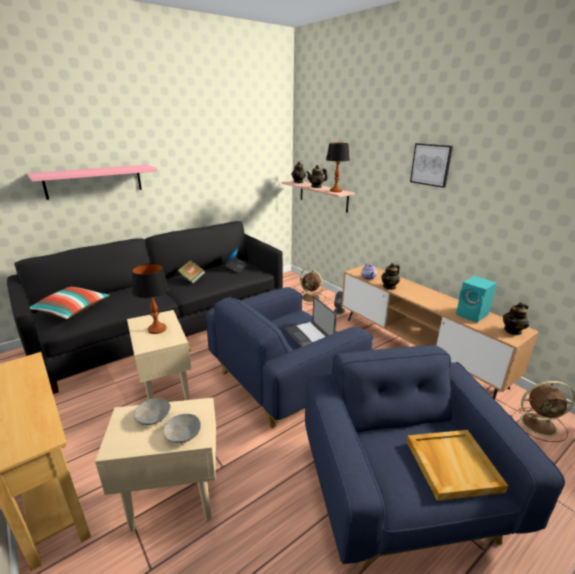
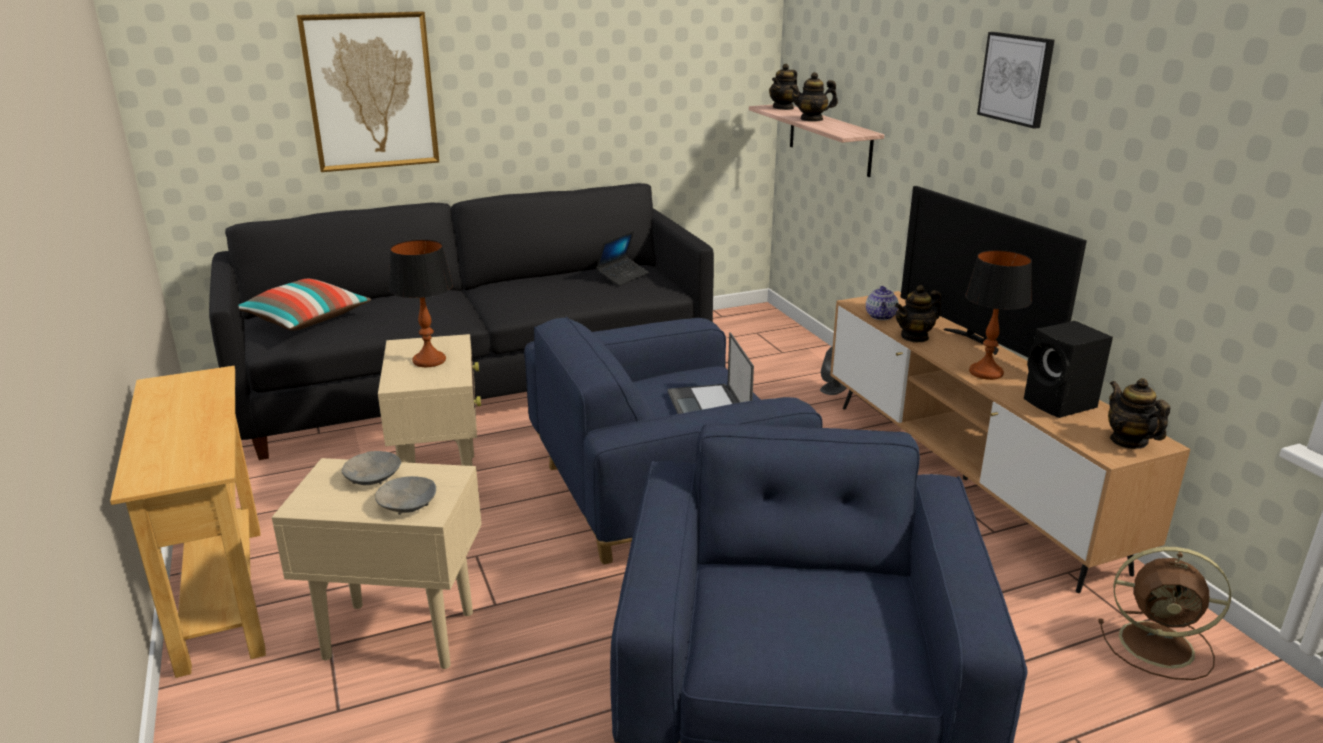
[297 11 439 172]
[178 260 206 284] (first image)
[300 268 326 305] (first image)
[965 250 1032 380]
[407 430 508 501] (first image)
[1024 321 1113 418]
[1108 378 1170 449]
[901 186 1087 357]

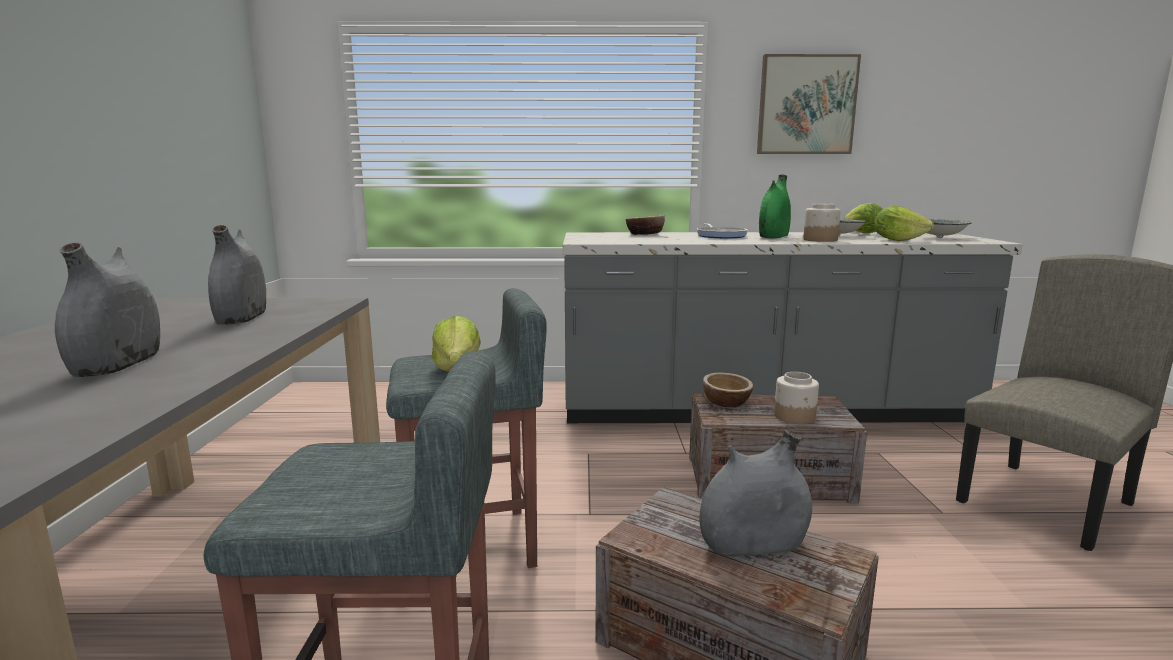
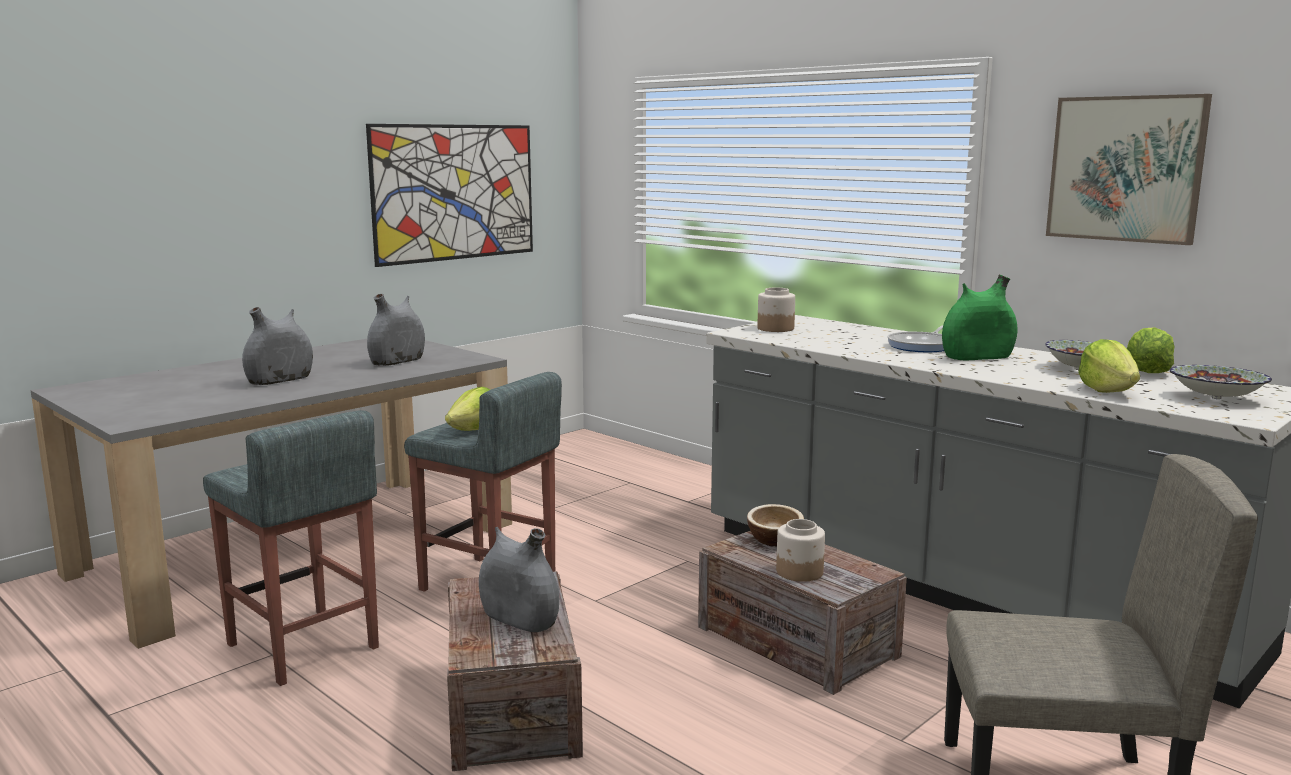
[626 215 665 235] (first image)
[757 288 795 332]
[366 124 533 267]

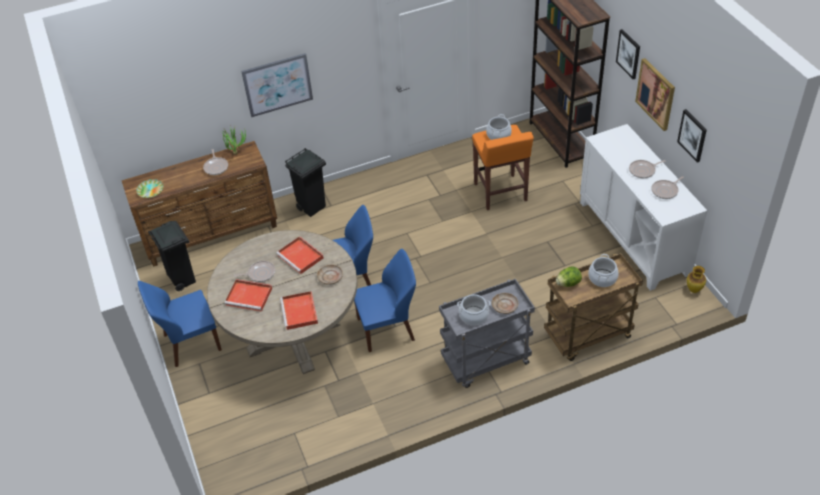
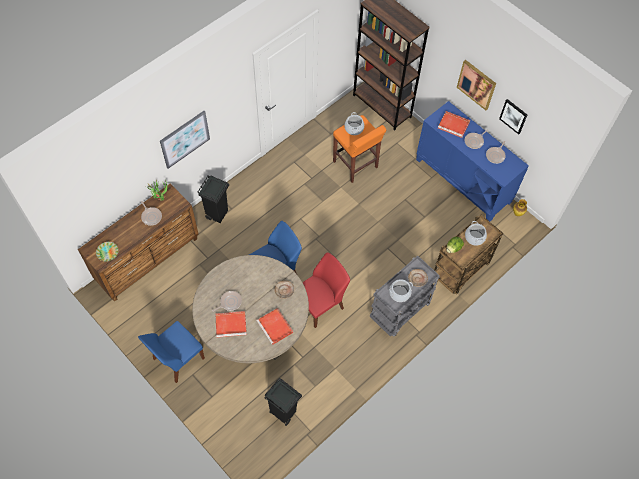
[265 378 302 426]
[438 111 470 138]
[303 252 350 328]
[416 101 529 222]
[616 29 640 79] (first image)

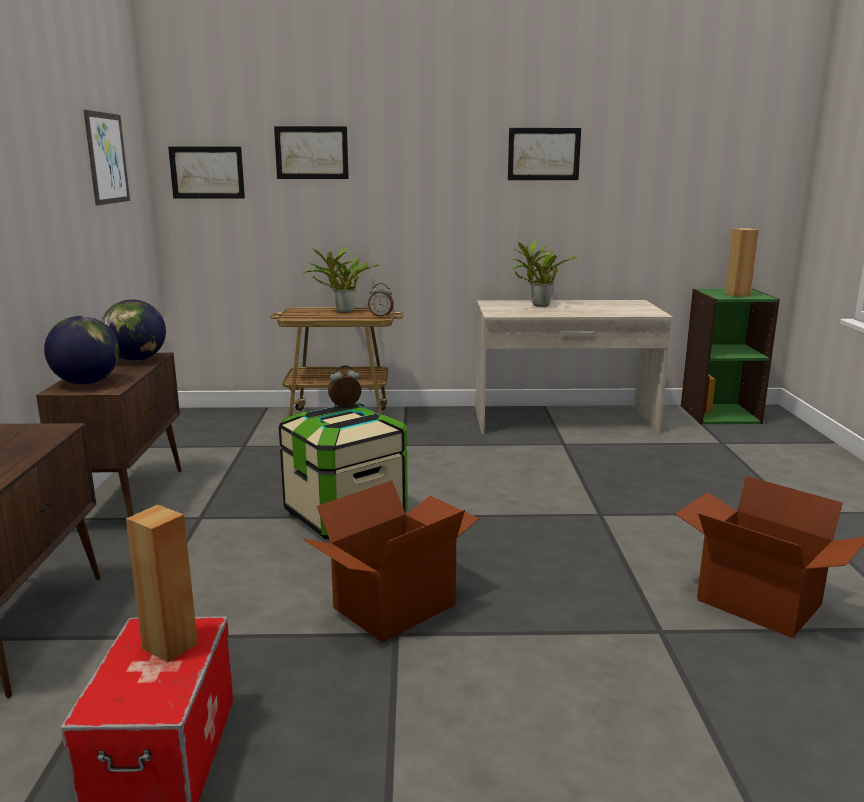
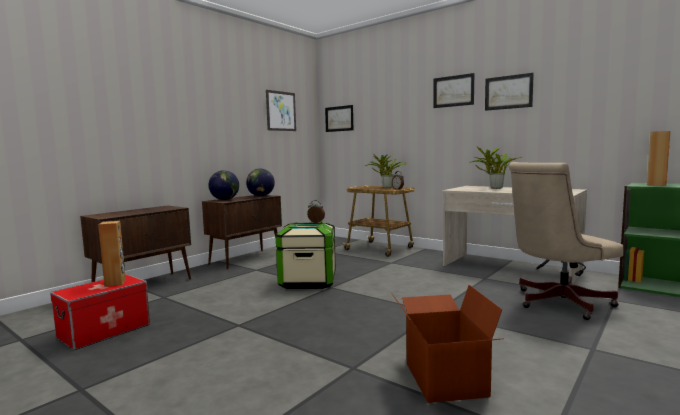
[433 73 474 108]
[303 480 479 643] (first image)
[509 162 624 320]

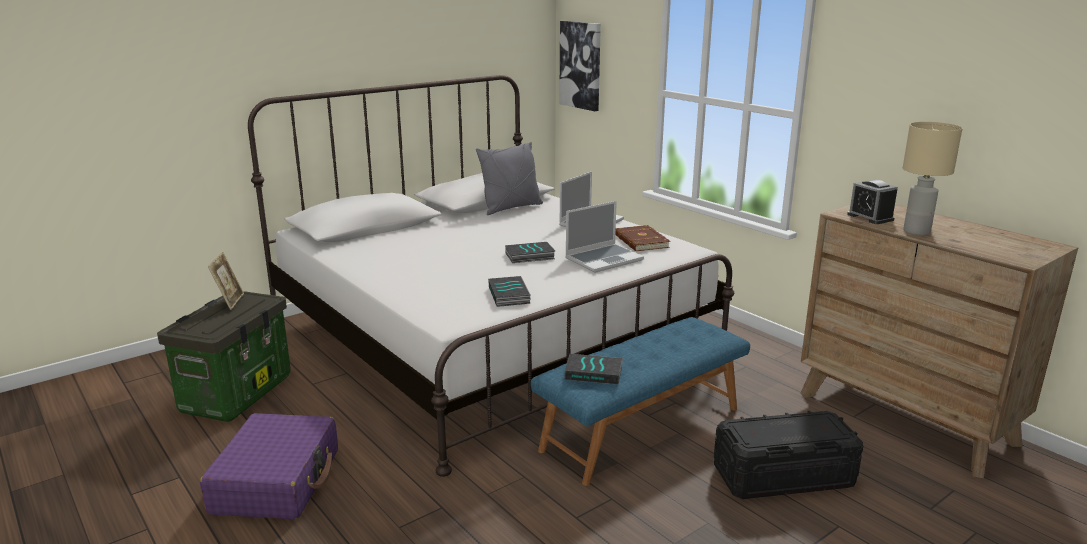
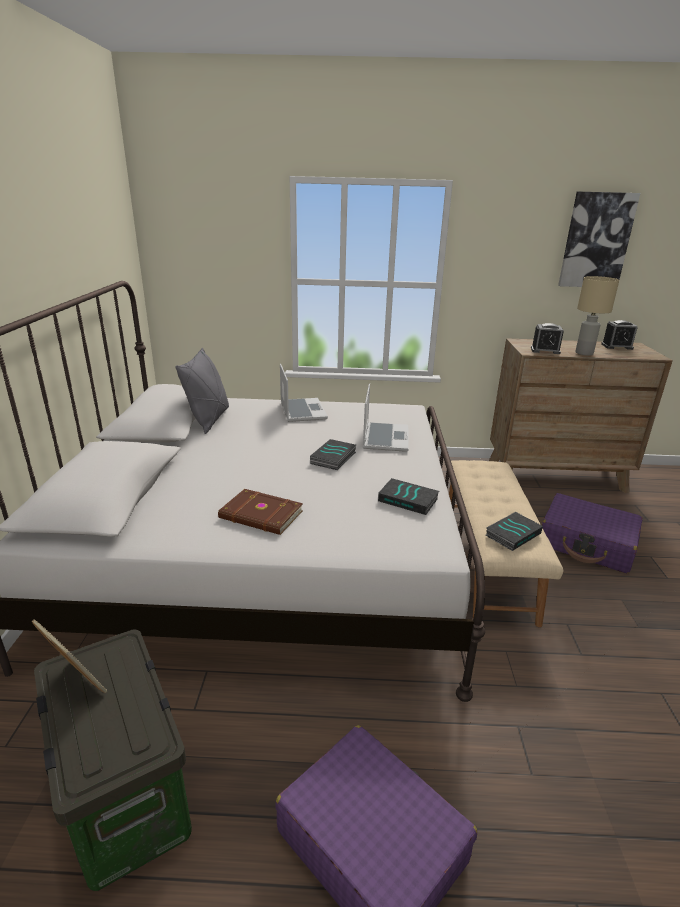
[449 460 563 627]
[558 192 640 287]
[218 489 303 535]
[542 493 643 573]
[601 320 638 350]

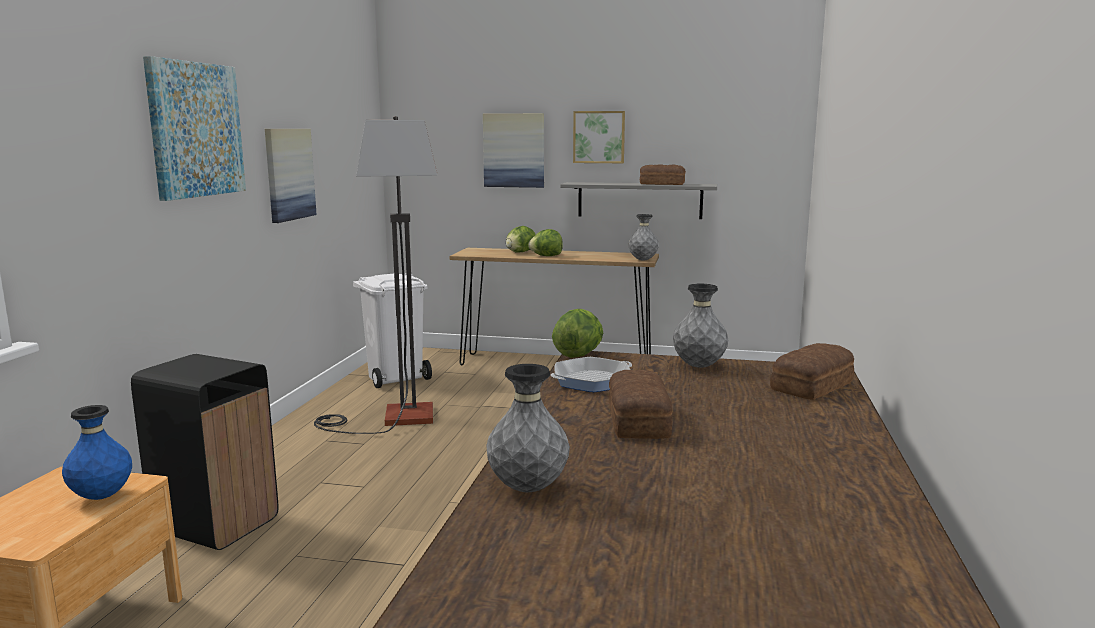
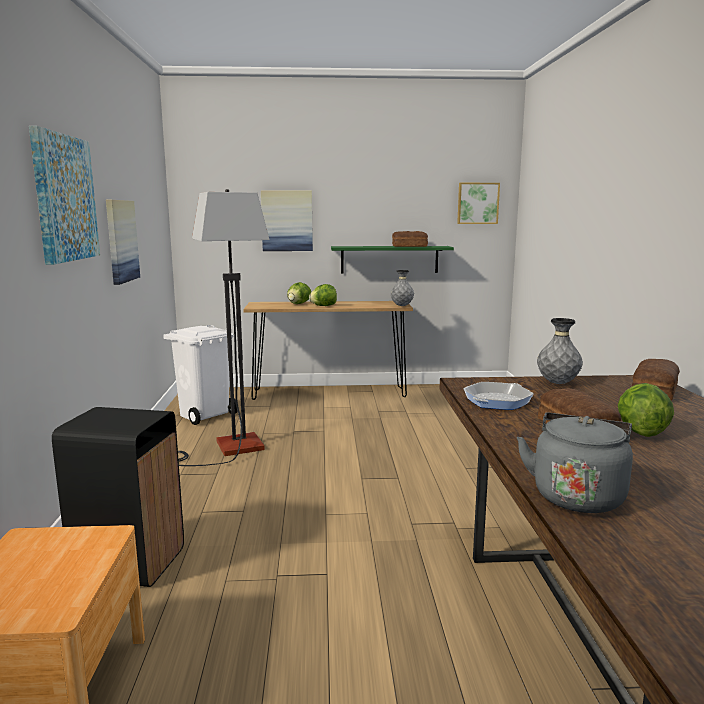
[62 405 132 500] (first image)
[517 412 633 513]
[618 383 674 437]
[331 246 454 274]
[457 183 500 224]

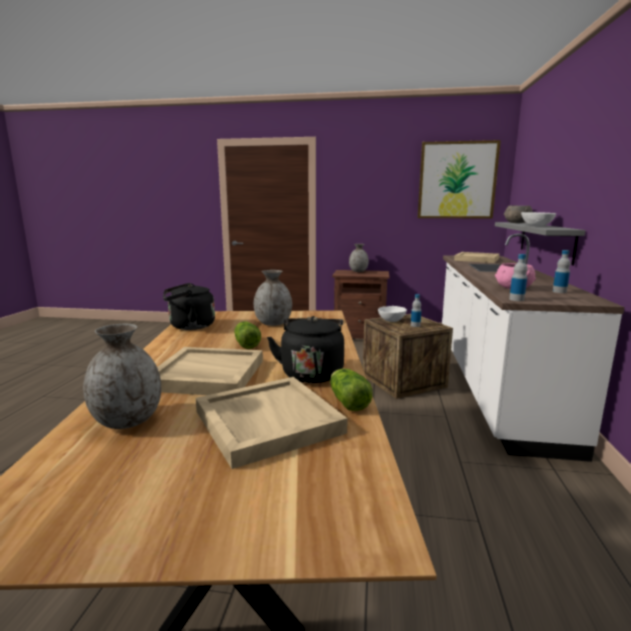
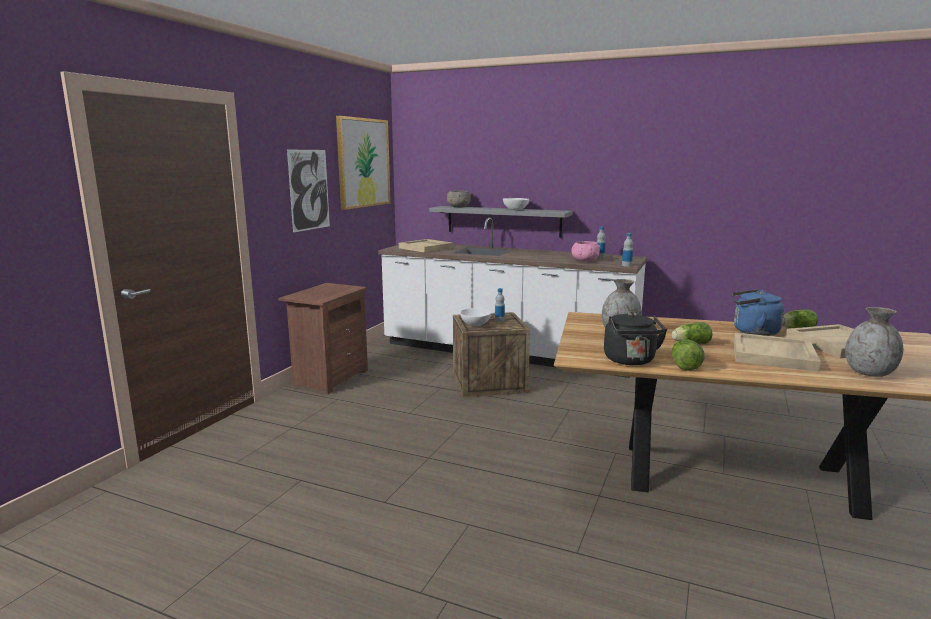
[732 289 784 336]
[349 244 369 272] (first image)
[287 149 330 233]
[671 339 705 370]

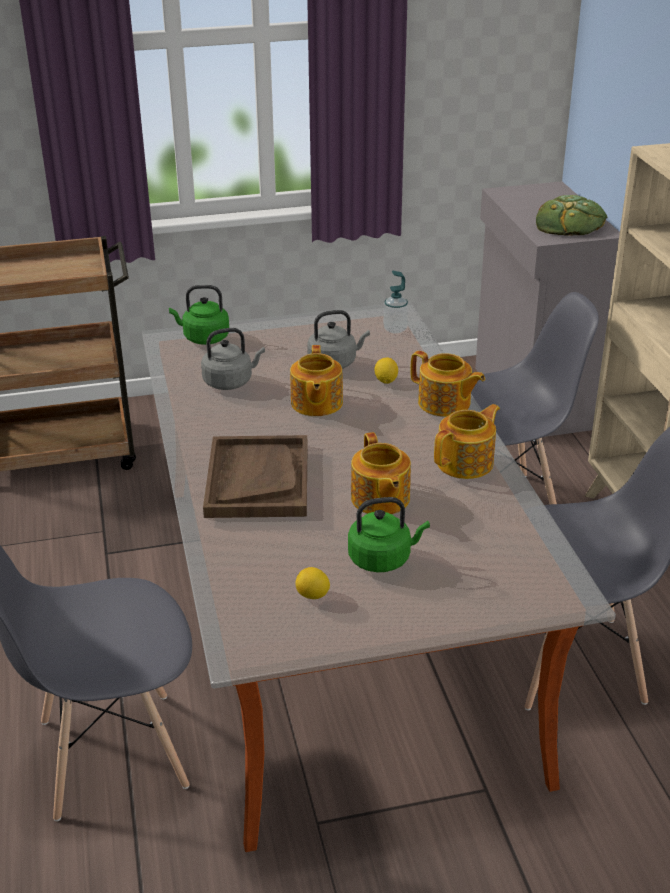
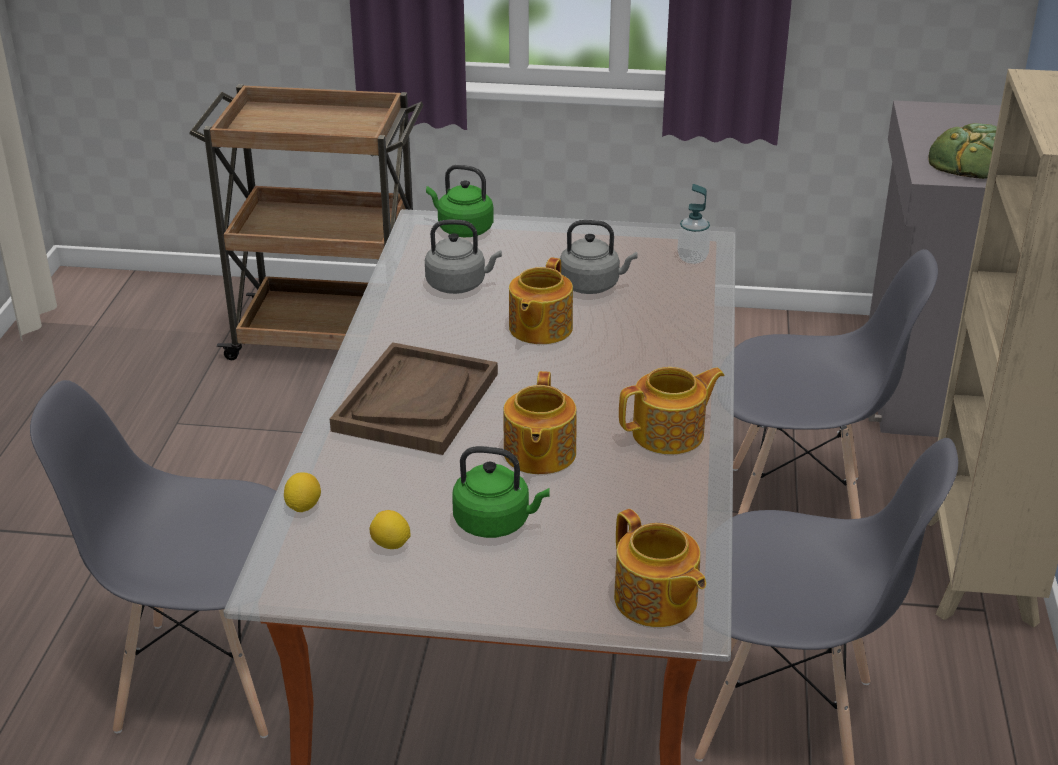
[284 472 321 512]
[614 509 706 627]

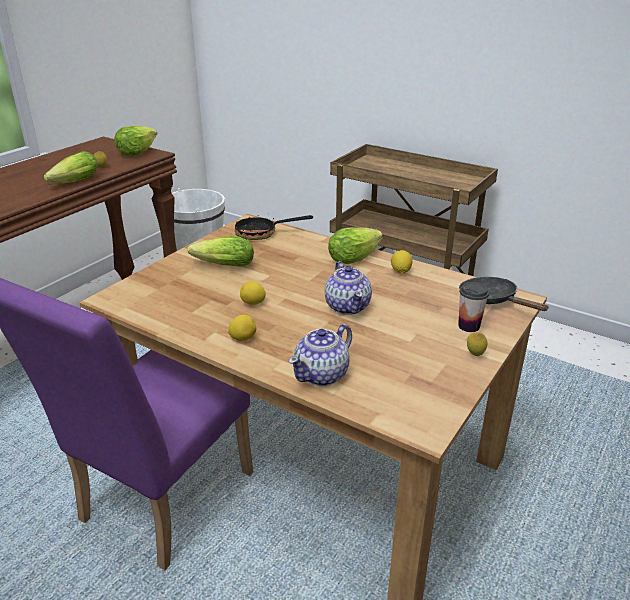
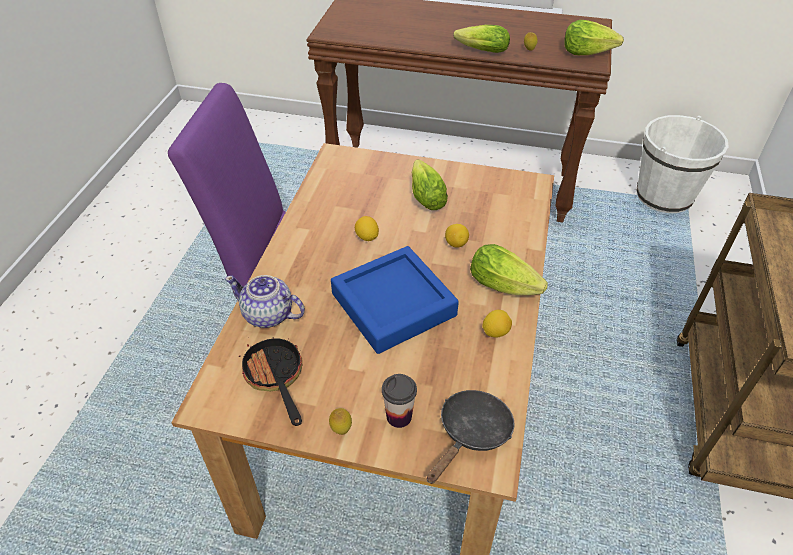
[445 224 469 248]
[239 337 303 426]
[331 246 459 354]

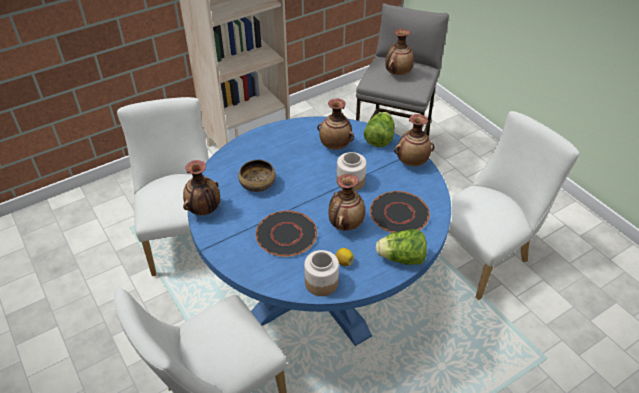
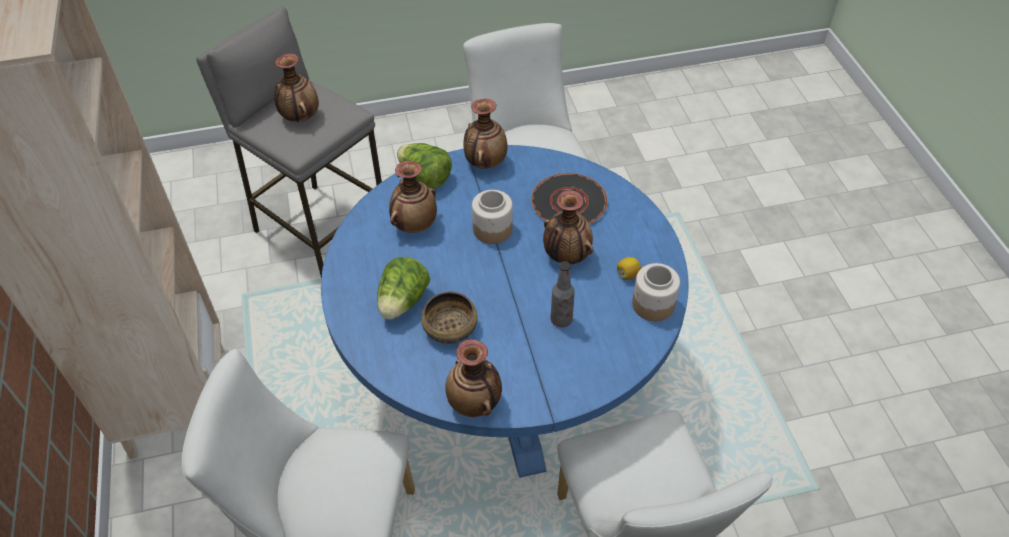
[551 261 575 327]
[377 257 430 320]

